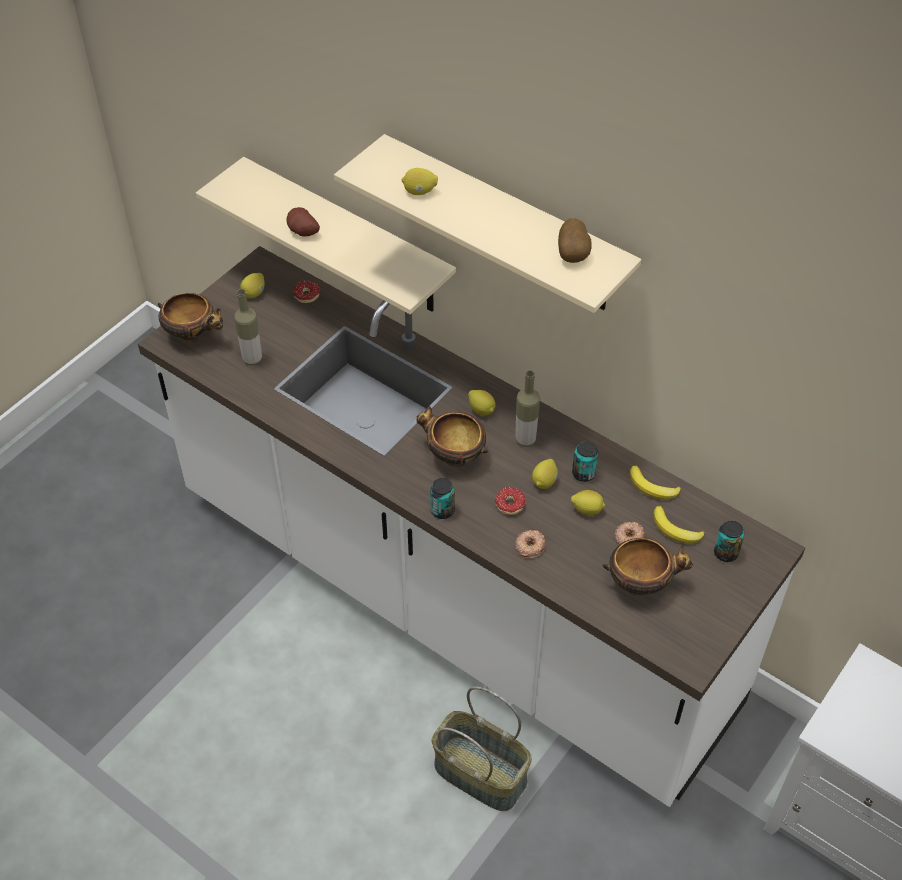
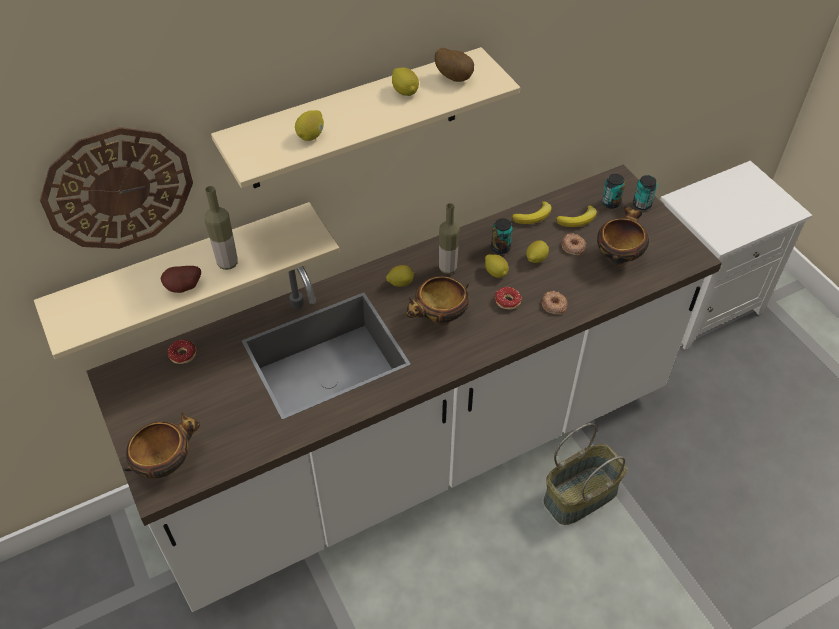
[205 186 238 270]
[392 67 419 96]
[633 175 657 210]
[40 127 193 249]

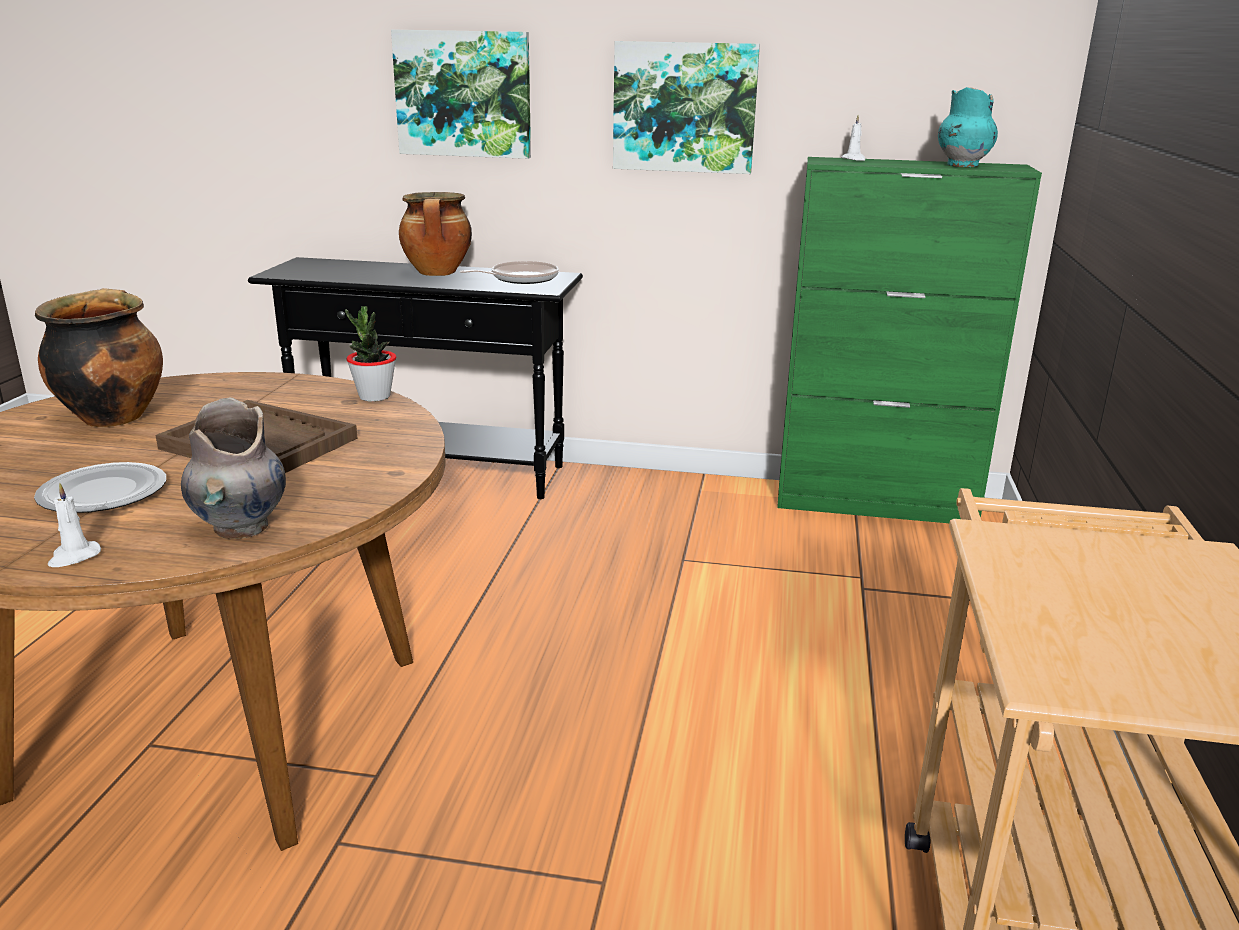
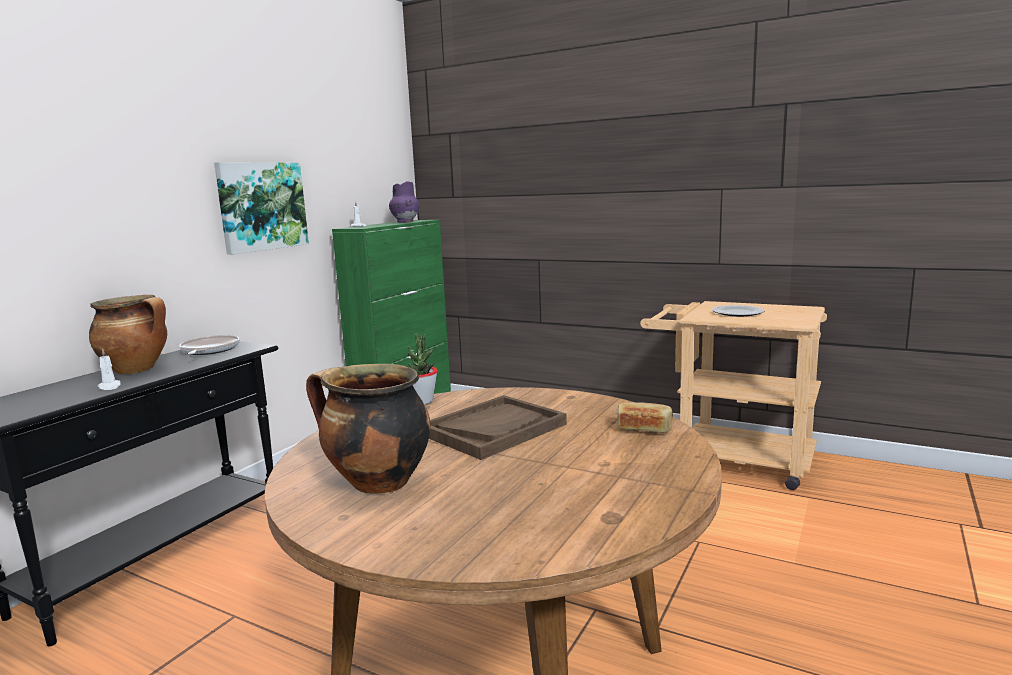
[712 305 765 317]
[97 348 121 390]
[618 402 673 433]
[391 29 531 159] (first image)
[389 181 420 222]

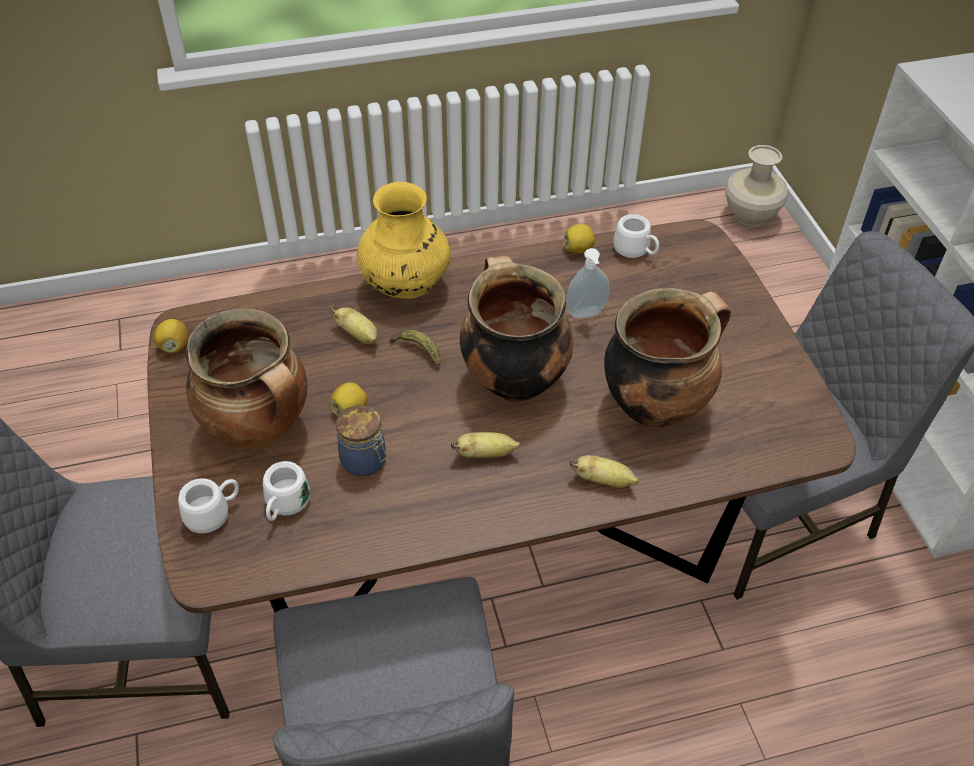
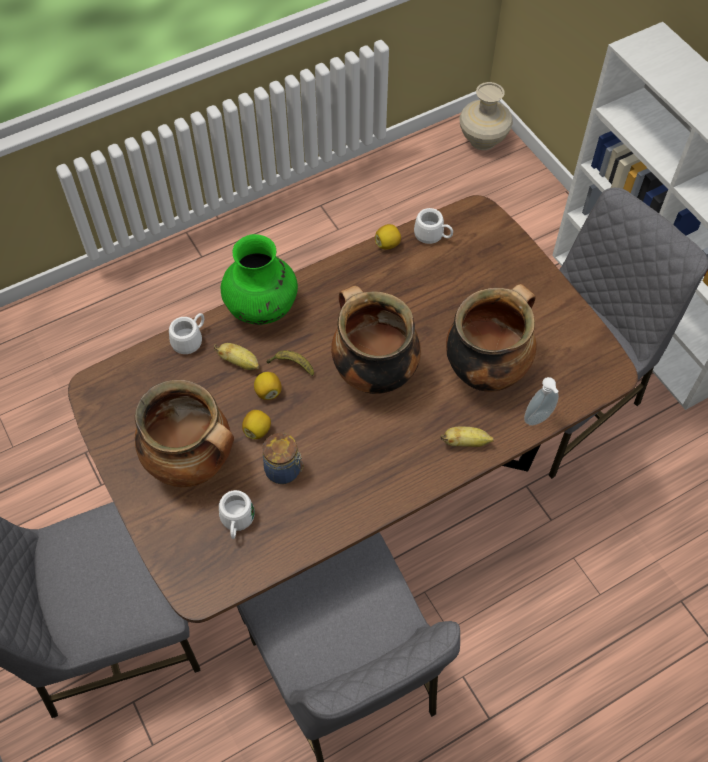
[254 372 282 400]
[169 313 204 354]
[221 234 298 325]
[451 432 520 458] (first image)
[524 377 559 426]

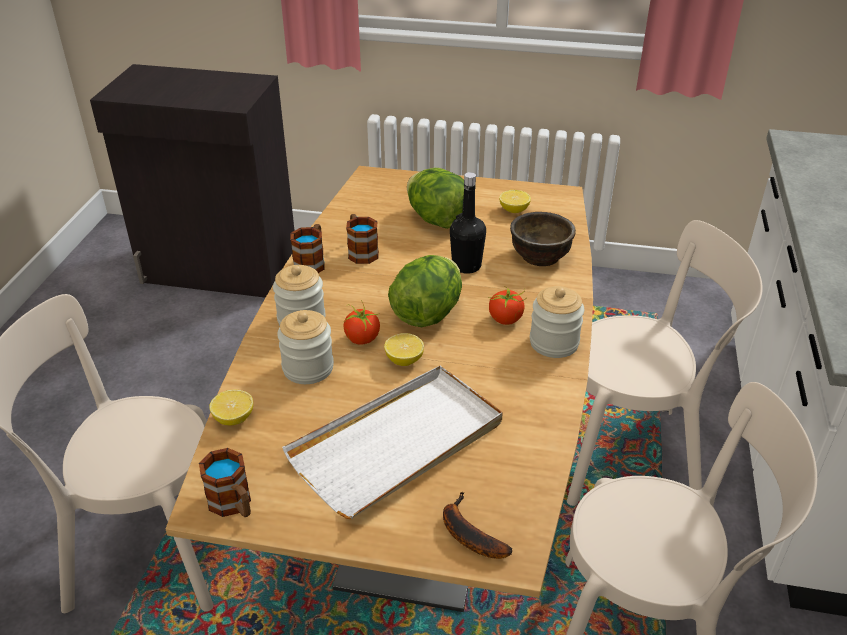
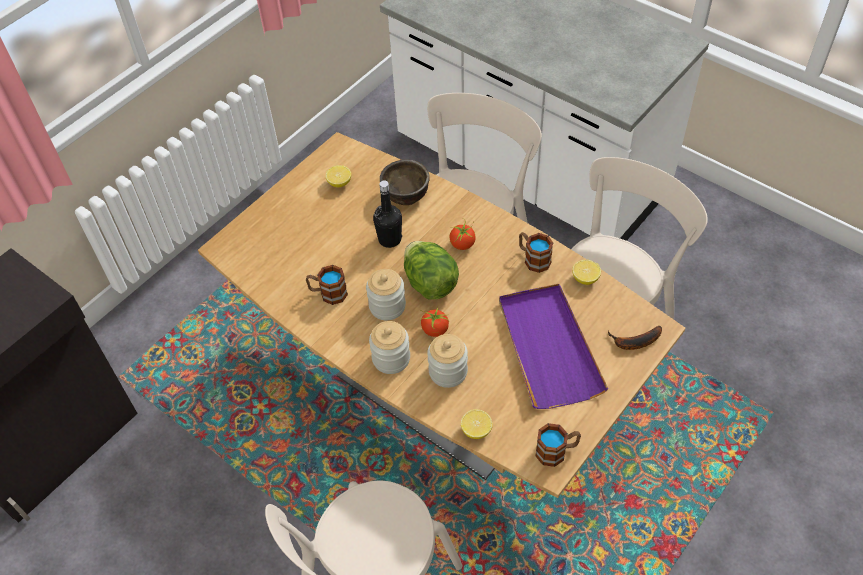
[499 284 608 409]
[519 232 553 273]
[572 260 601 285]
[407 168 464 229] (first image)
[366 269 406 320]

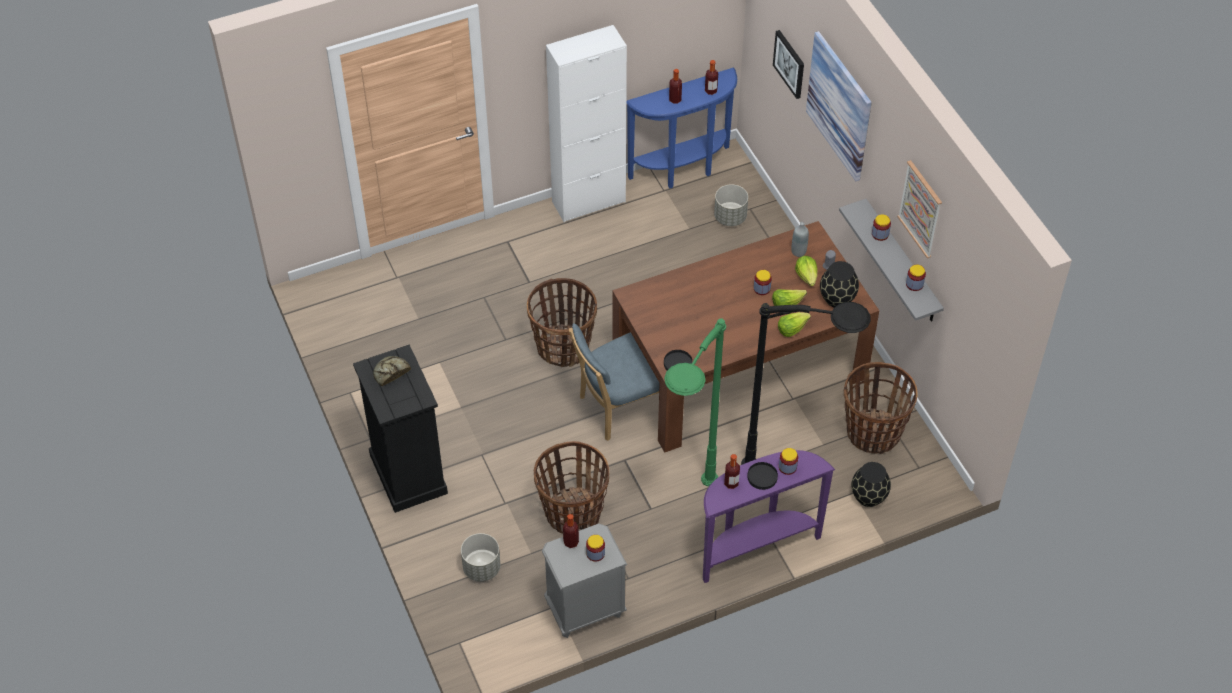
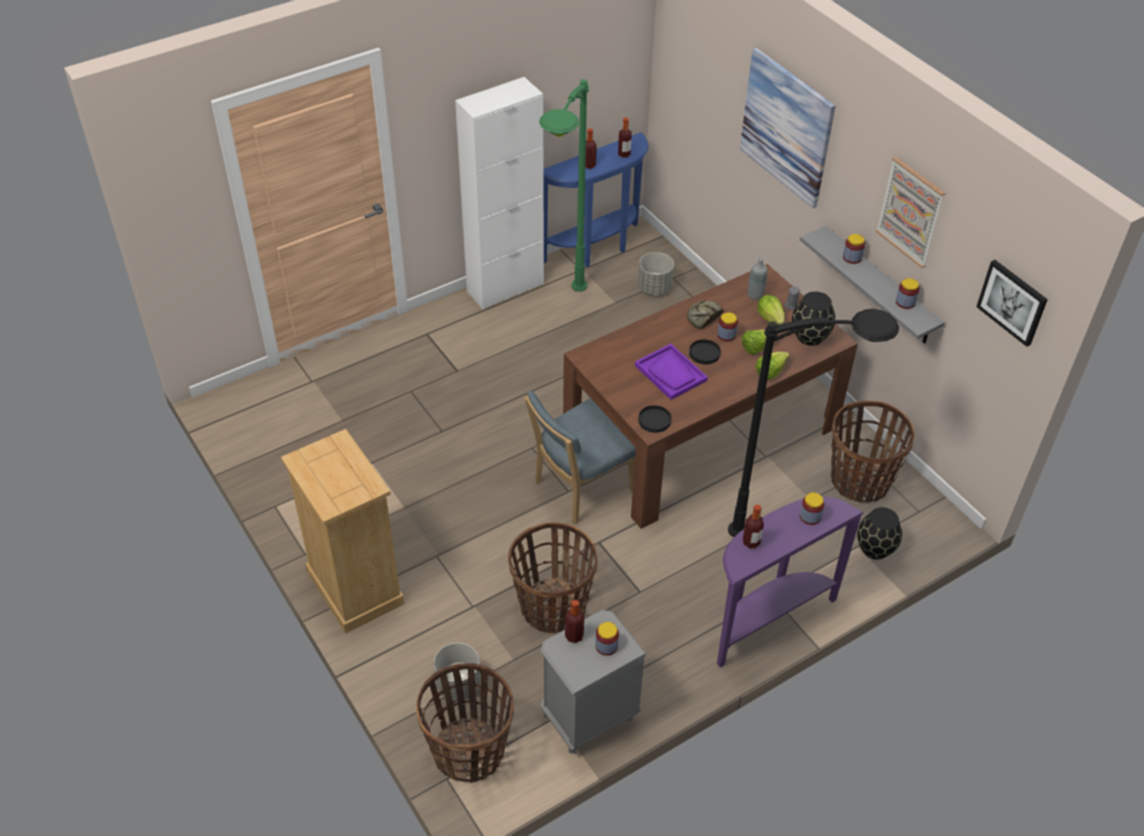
[281 429 404 634]
[687 301 723 329]
[416 663 514 783]
[539 79 589 292]
[689 339 721 364]
[976 260 1048 347]
[635 344 708 400]

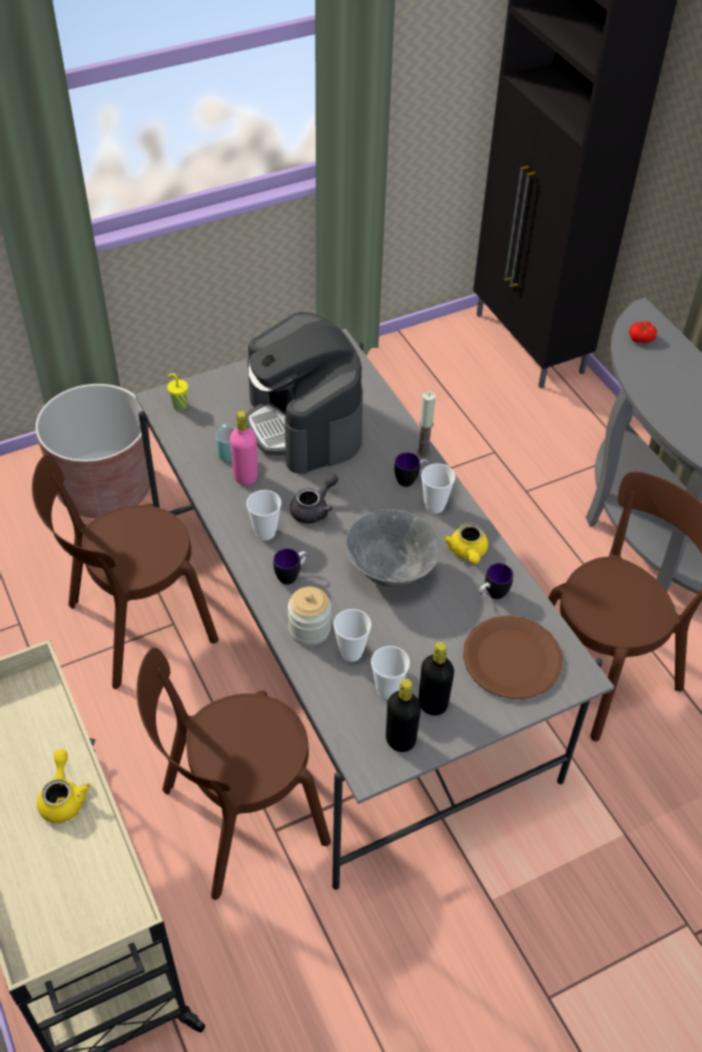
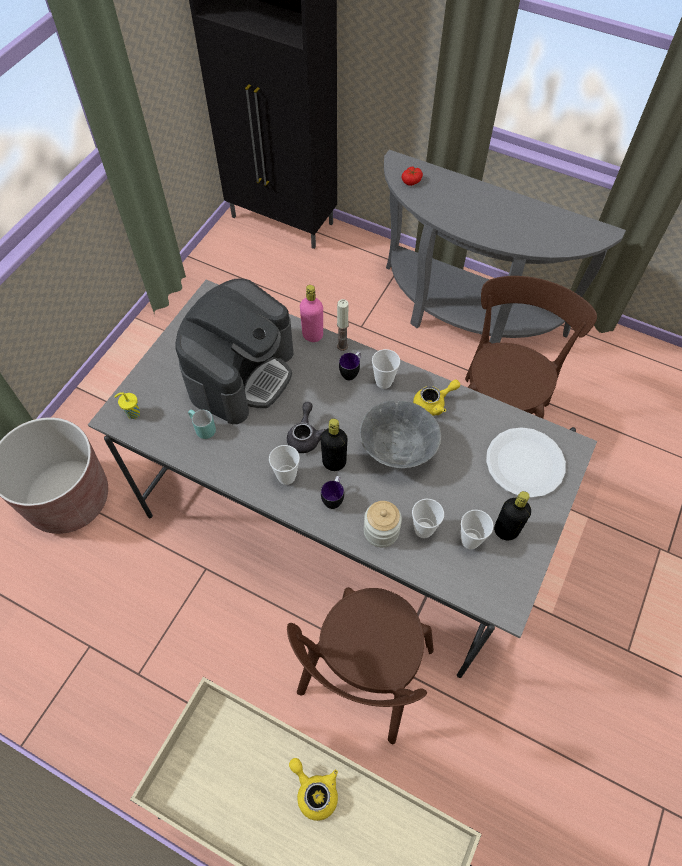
[32 455 219 689] (first image)
[300 285 323 342]
[175 278 293 424]
[321 418 347 471]
[413 380 460 416]
[486 427 566 498]
[479 563 513 599] (first image)

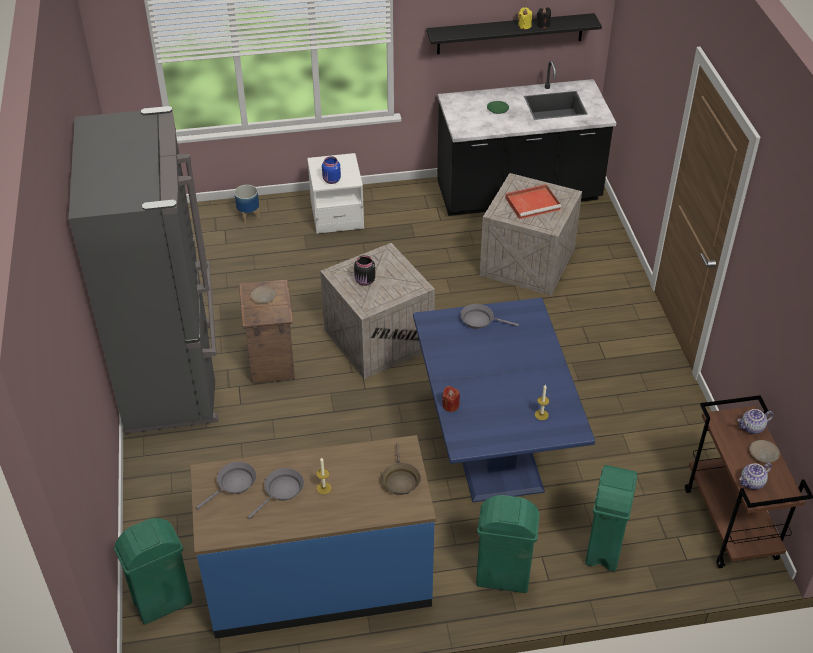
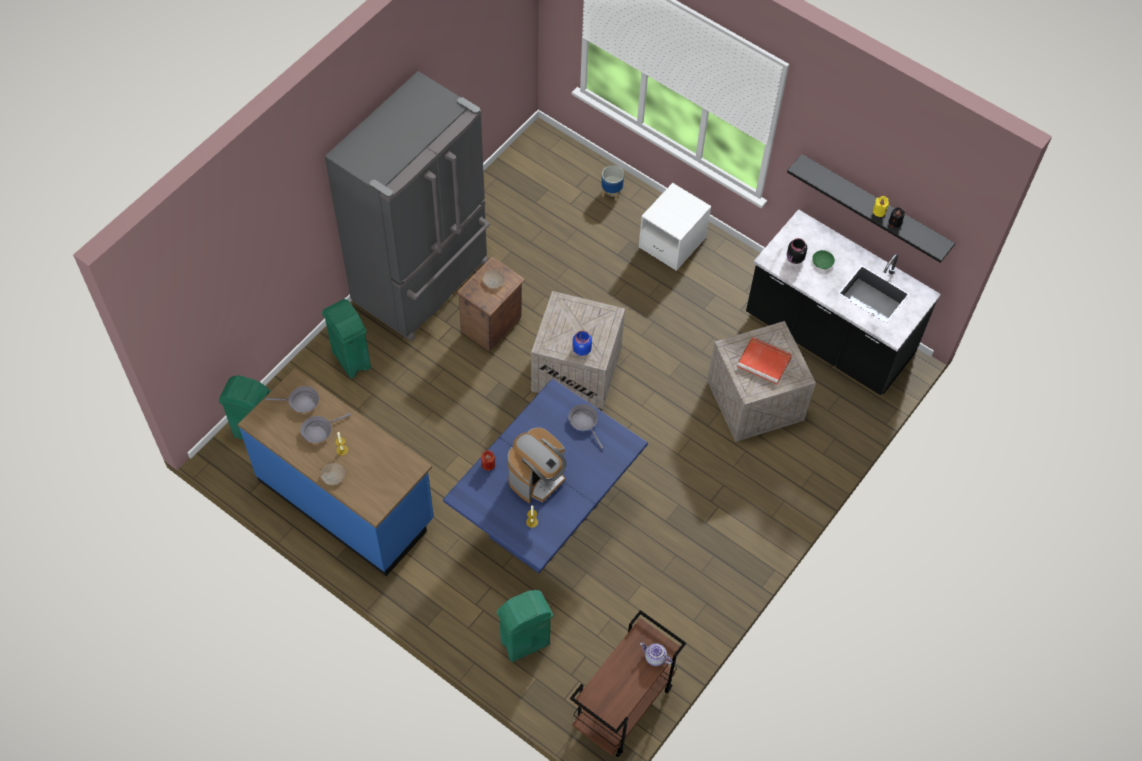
[300 413 351 443]
[573 331 592 356]
[787 238 807 264]
[382 443 421 495] (first image)
[322 299 371 378]
[739 463 772 490] (first image)
[320 463 345 485]
[508 427 567 504]

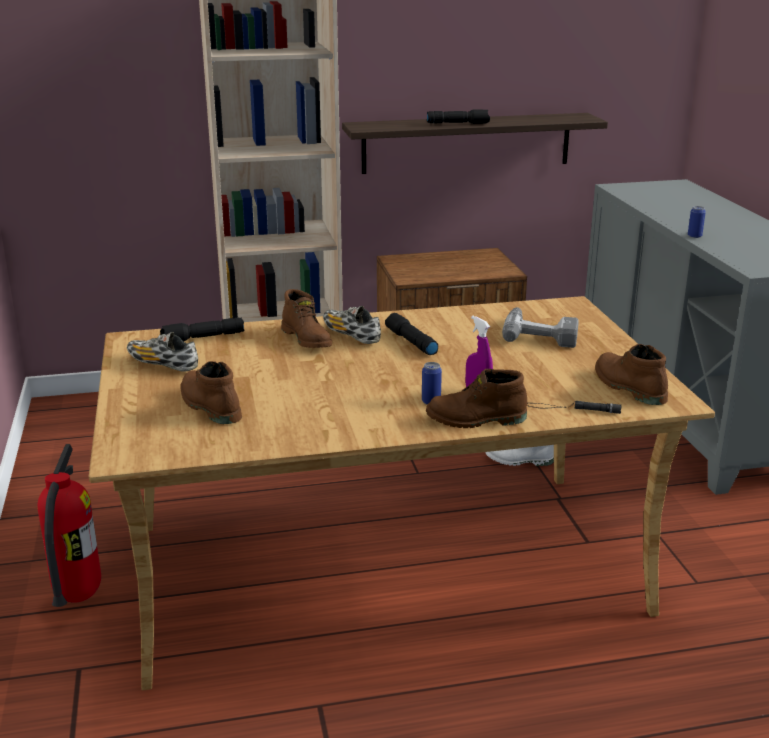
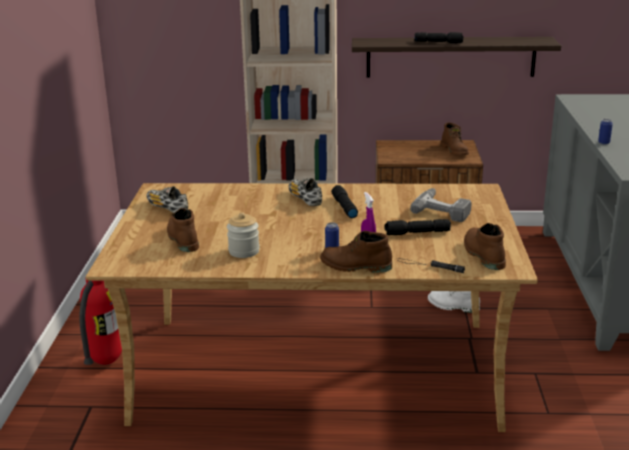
[385 219 451 235]
[441 122 469 155]
[227 213 260 258]

